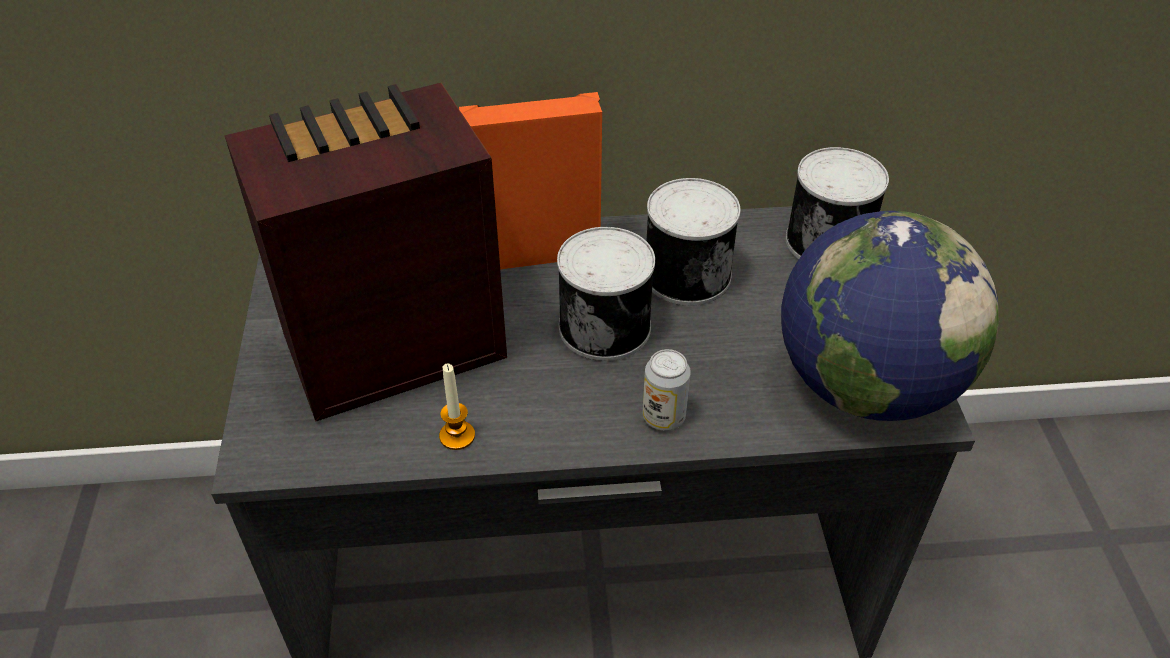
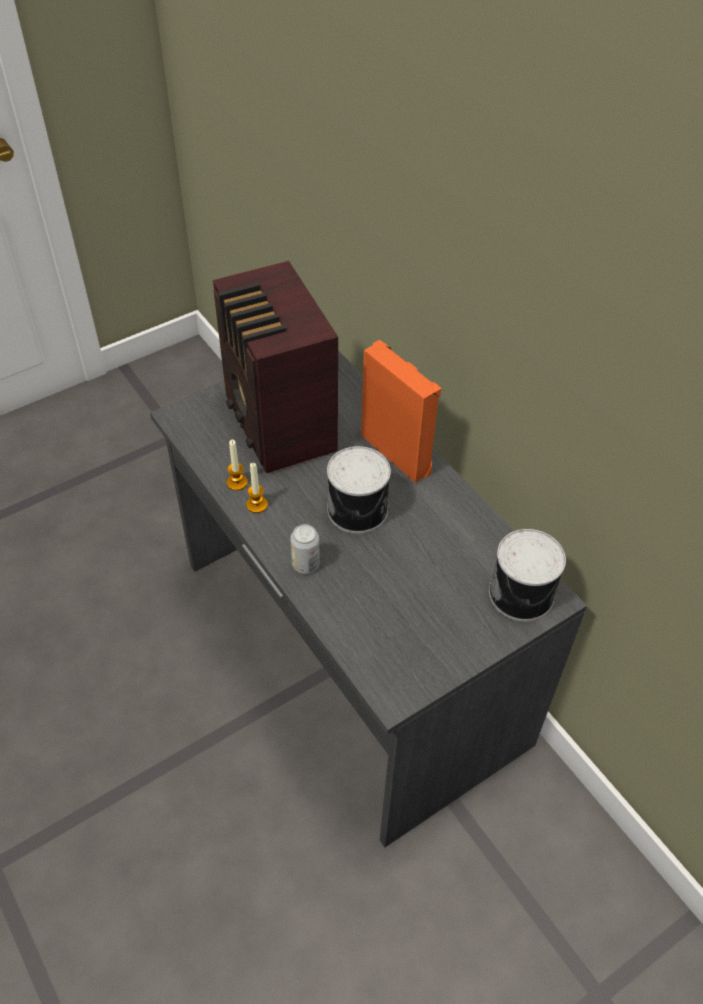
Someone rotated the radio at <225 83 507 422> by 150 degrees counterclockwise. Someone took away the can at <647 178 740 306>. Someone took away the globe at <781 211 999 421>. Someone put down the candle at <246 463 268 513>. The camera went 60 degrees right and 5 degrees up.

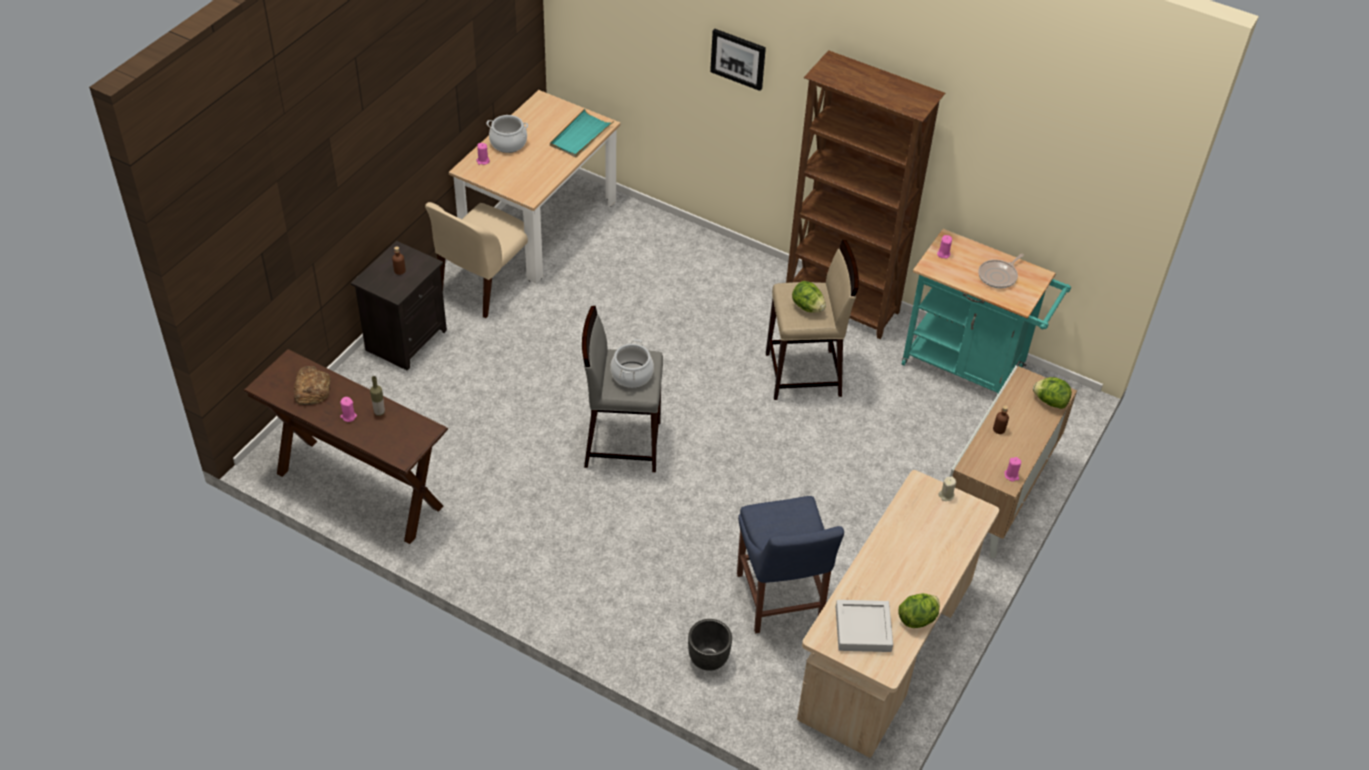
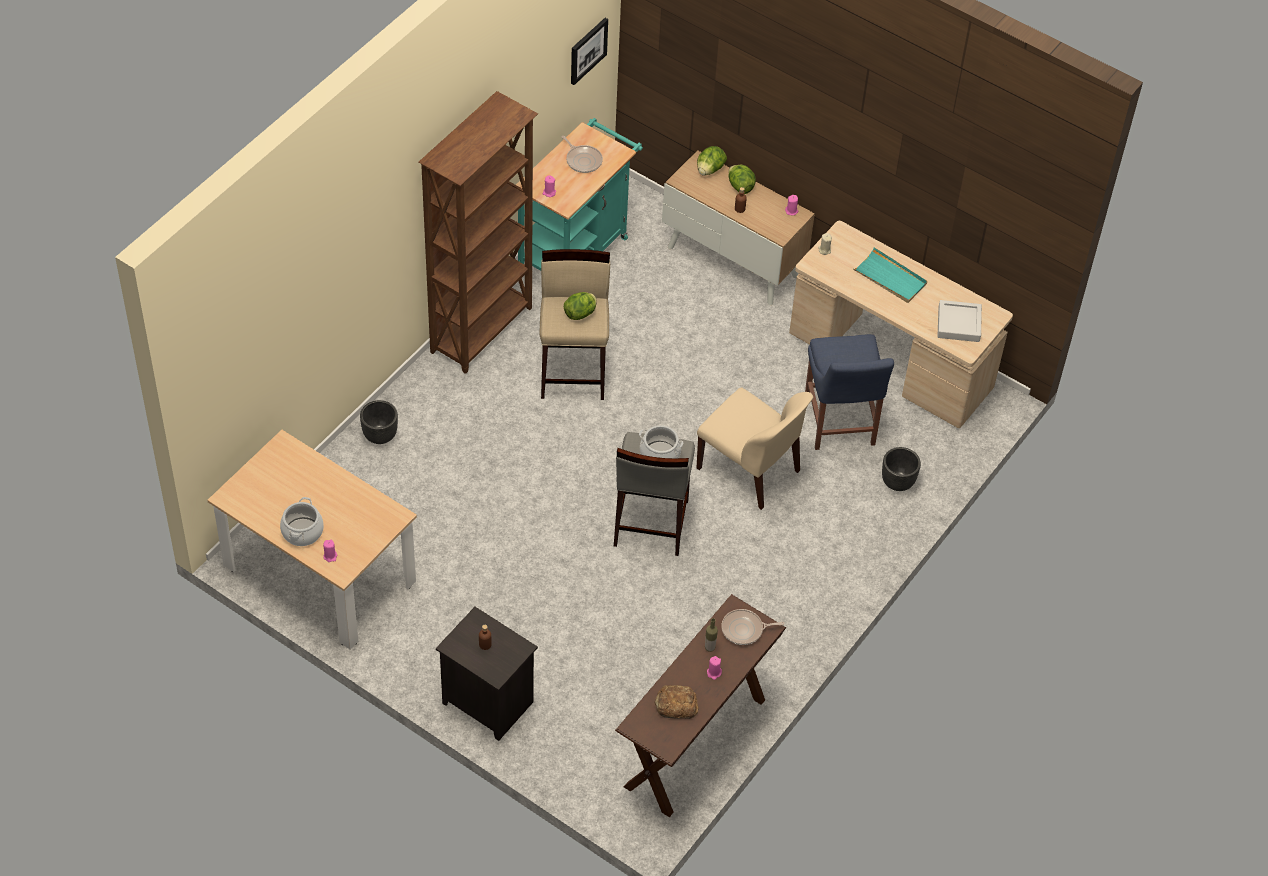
Someone carried the picture from <710 29 766 91> to <571 18 608 85>. Someone carried the tray in turquoise from <550 108 614 157> to <853 247 927 303>. Someone carried the chair in beige from <425 202 528 318> to <697 387 813 510>. Someone rotated the chair in blue at <737 496 844 634> by 90 degrees clockwise. Someone carried the lettuce from <899 593 940 628> to <728 164 756 194>. Someone put down the planter in black at <360 400 398 444>. Someone put down the frying pan at <721 609 784 645>. The camera went 85 degrees left and 5 degrees up.

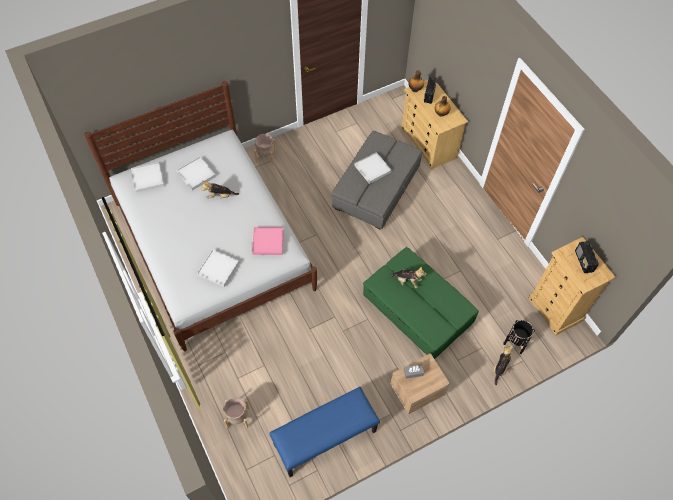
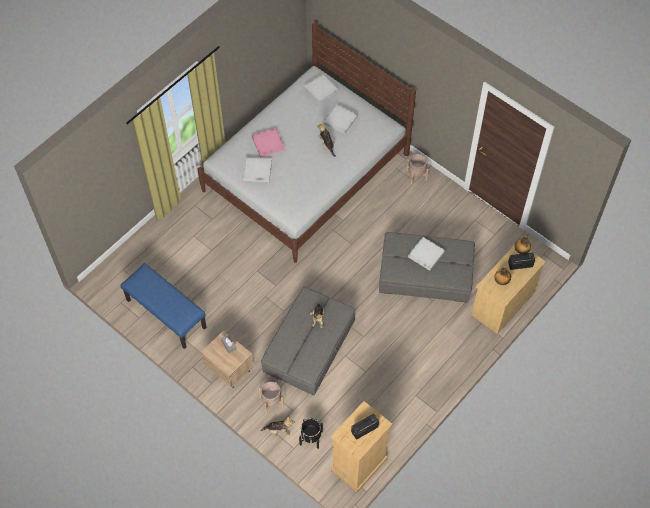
Someone carried the tray in pink from <252 227 284 255> to <252 128 285 157>. Someone repainted the ottoman in green at <363 247 479 359>, which became the ottoman in grey at <261 287 355 395>. Someone carried the planter in beige from <223 397 249 428> to <259 382 284 413>. The camera went 70 degrees right and 0 degrees up.

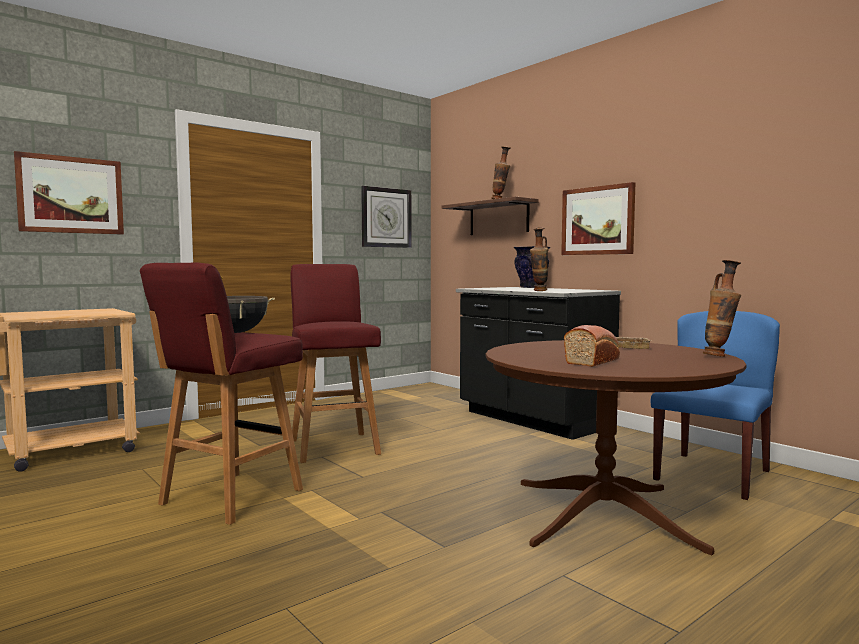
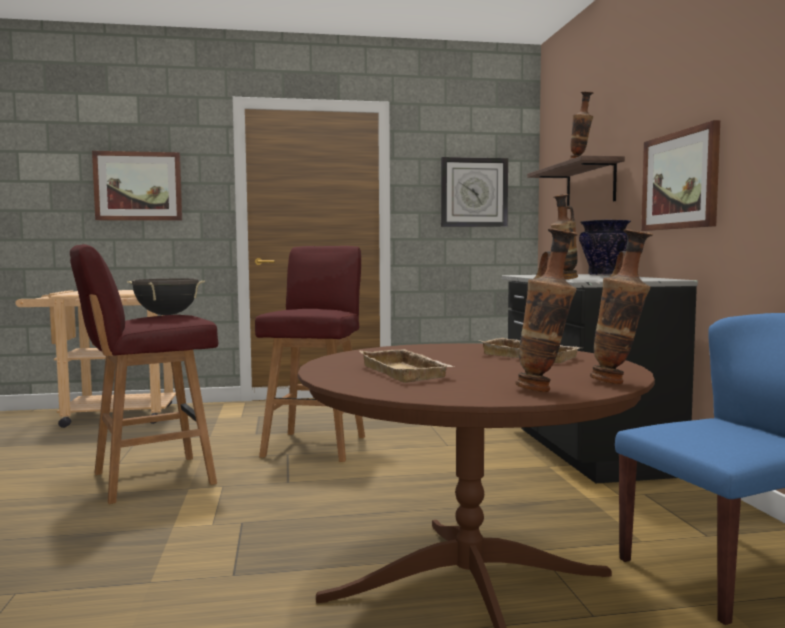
Someone swapped the bread at <564 325 620 367> for the tray in beige at <360 349 454 383>. Someone put down the vase at <515 228 578 392>. The camera went 30 degrees right and 0 degrees up.

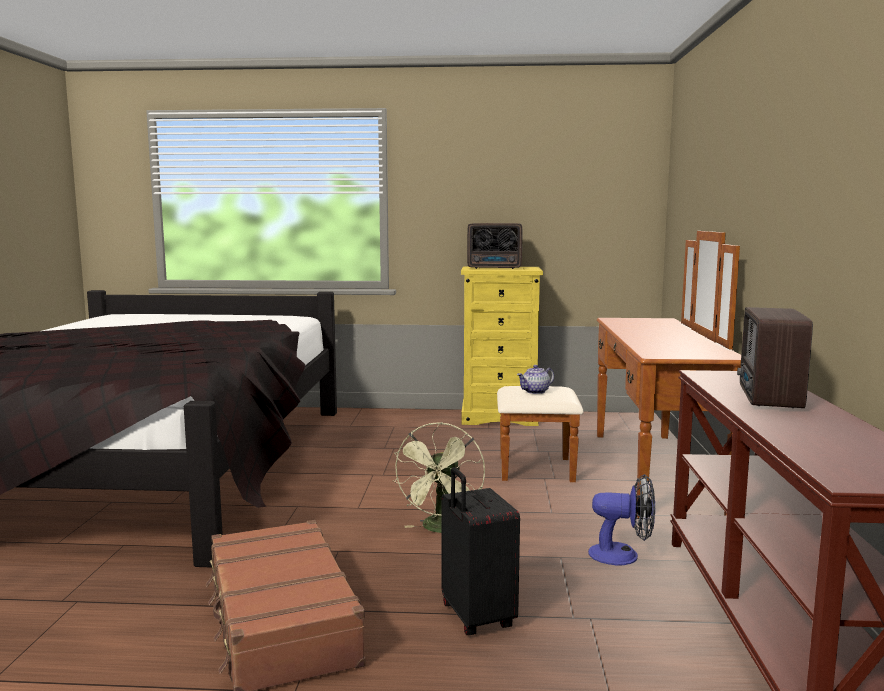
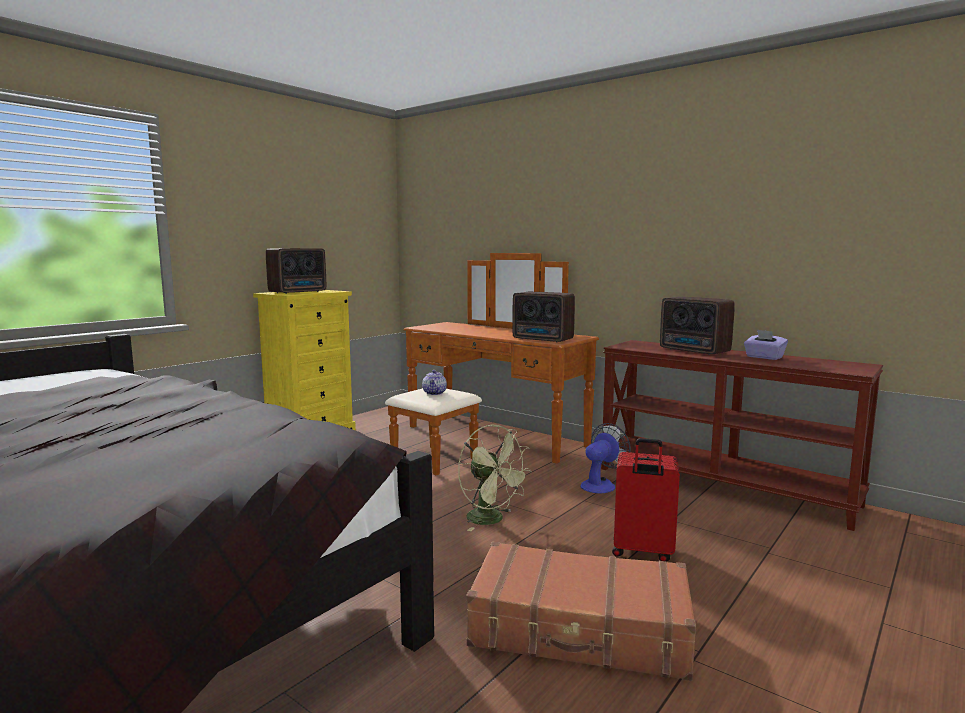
Someone repainted the suitcase in black at <442 467 520 635>, which became the suitcase in red at <612 438 680 562>. Someone put down the radio at <512 292 575 342>. Someone put down the tissue box in purple at <744 329 788 360>. The camera went 55 degrees left and 0 degrees up.

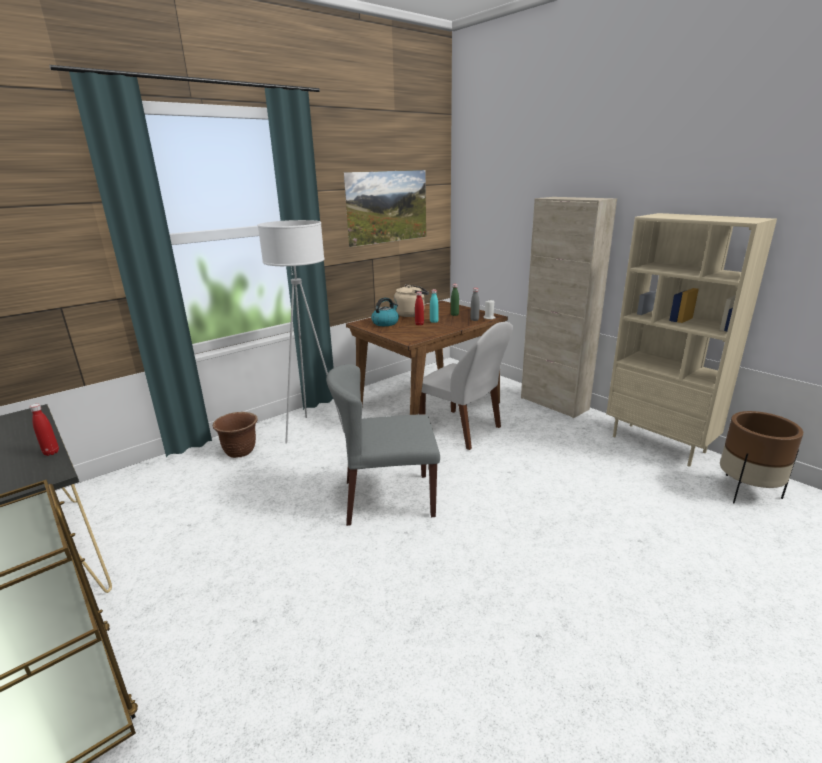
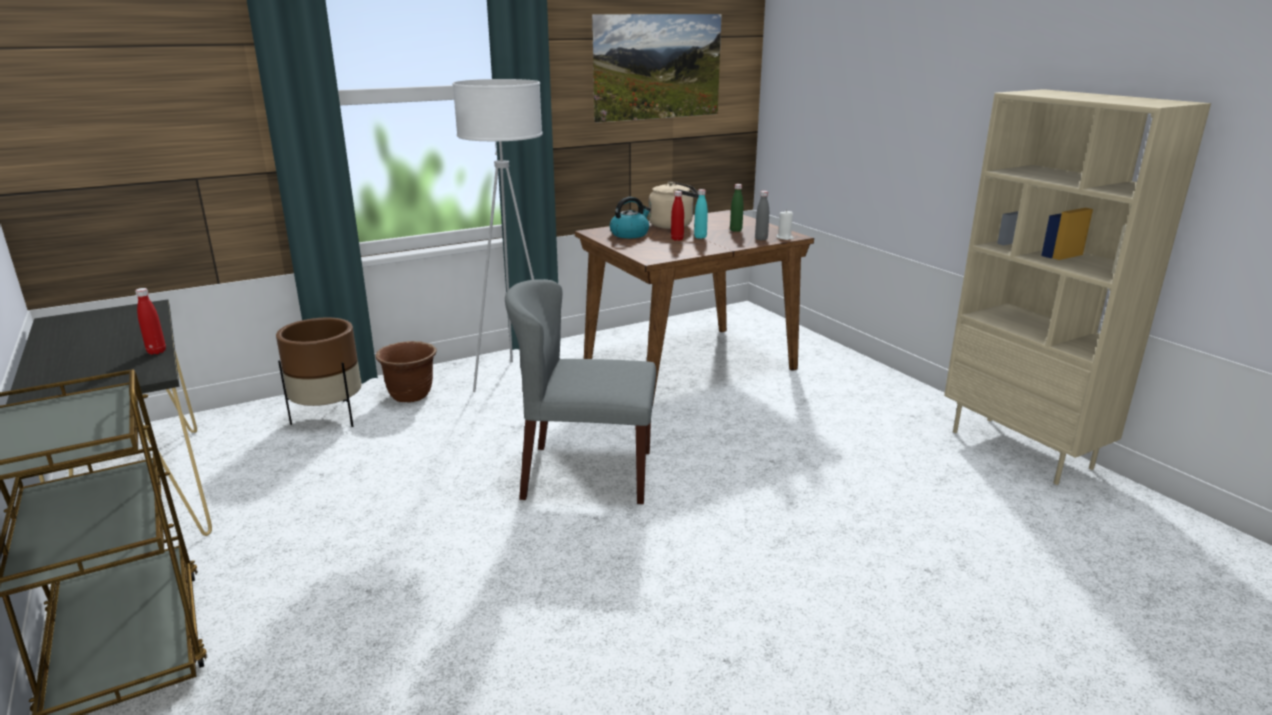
Someone took away the cabinet in beige at <521 197 617 418>. Someone took away the chair in white at <419 322 513 450>. Someone carried the planter in brown from <720 411 803 503> to <276 317 362 427>. The camera went 10 degrees right and 0 degrees up.

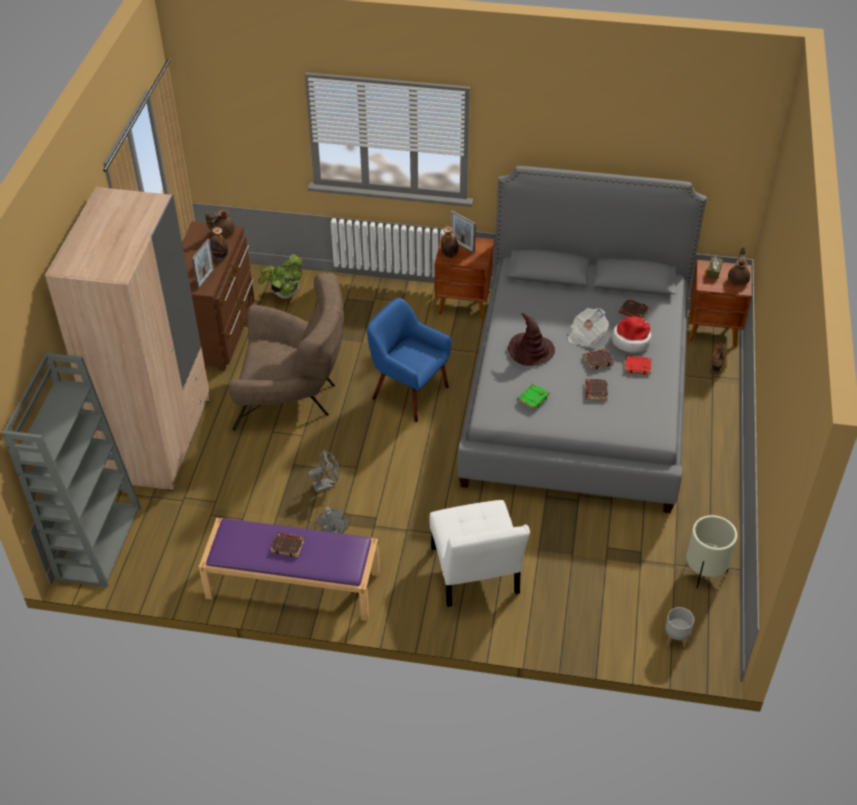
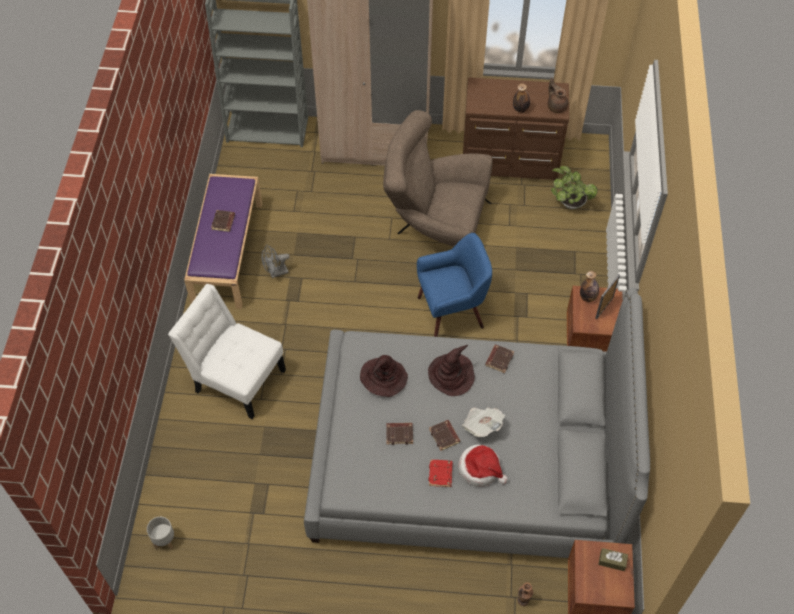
Someone took away the picture frame at <192 239 214 289>. Someone took away the teapot in brown at <728 247 750 286>. Someone rotated the armchair in brown at <229 273 344 431> by 105 degrees clockwise. Someone rotated the armchair in blue at <367 298 452 422> by 45 degrees clockwise. Someone carried the book in brown from <619 299 650 318> to <485 345 514 373>. Someone swapped the book in green at <517 384 550 410> for the hat in brown at <360 355 408 397>. Someone took away the fan in grey at <308 450 340 493>. Someone rotated the chair in white at <430 500 530 607> by 45 degrees clockwise. Someone took away the planter in beige at <686 515 737 588>. The camera went 85 degrees right and 10 degrees up.

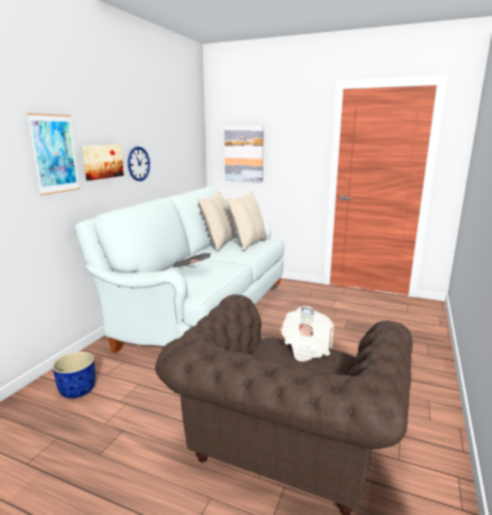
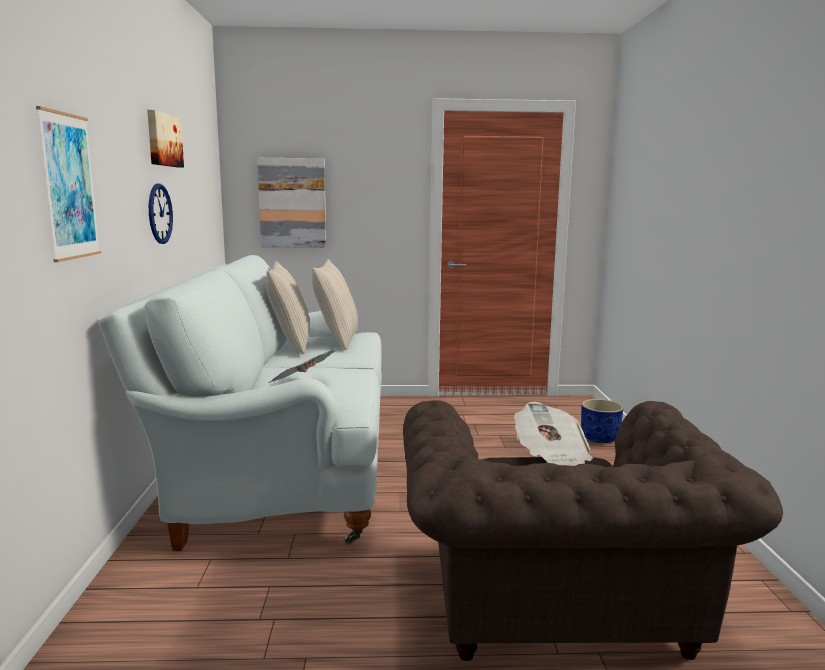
Someone carried the picture from <82 144 124 181> to <147 110 184 168>. Someone carried the planter in blue from <52 352 96 398> to <581 399 623 443>. The camera went 25 degrees left and 5 degrees down.

